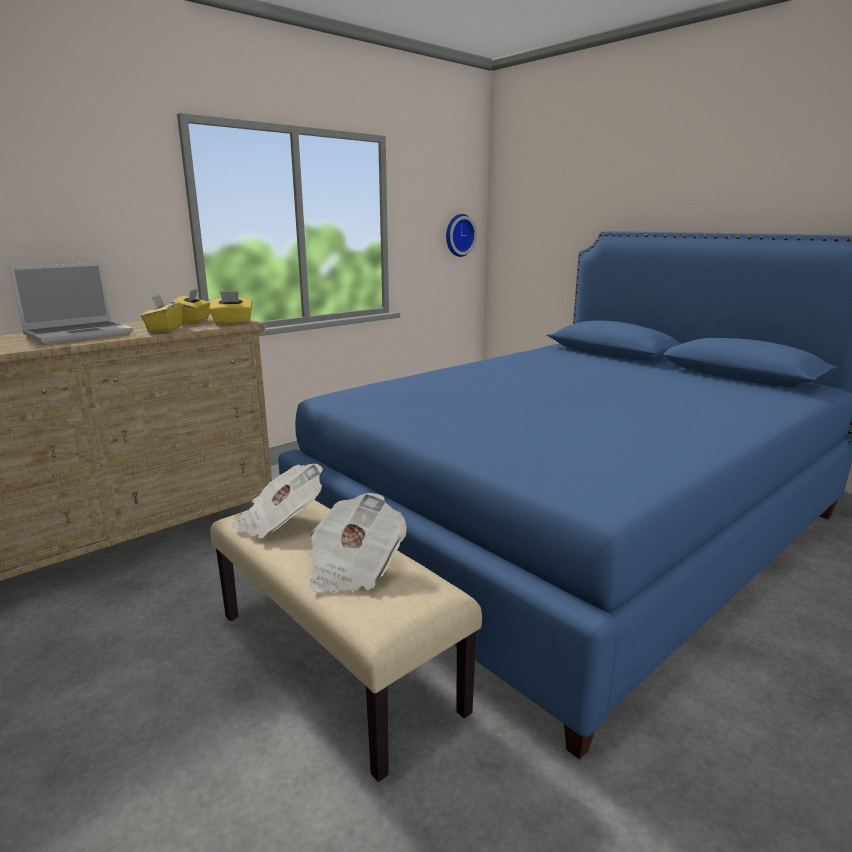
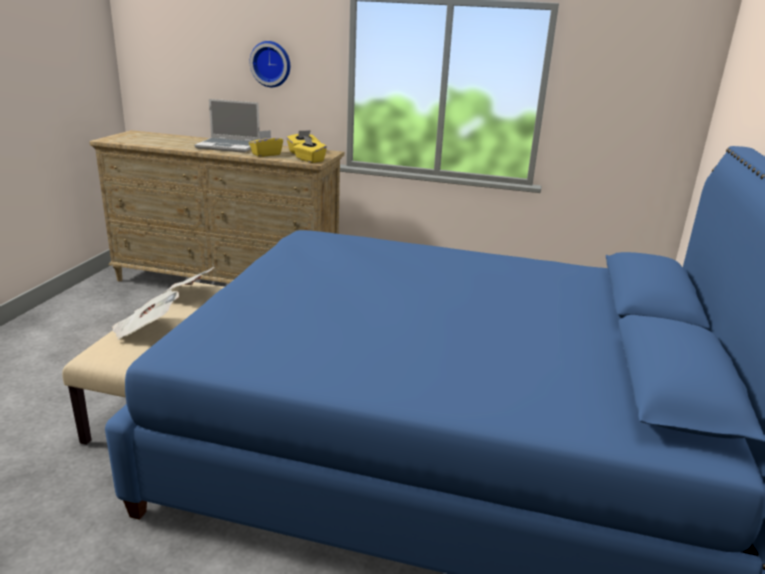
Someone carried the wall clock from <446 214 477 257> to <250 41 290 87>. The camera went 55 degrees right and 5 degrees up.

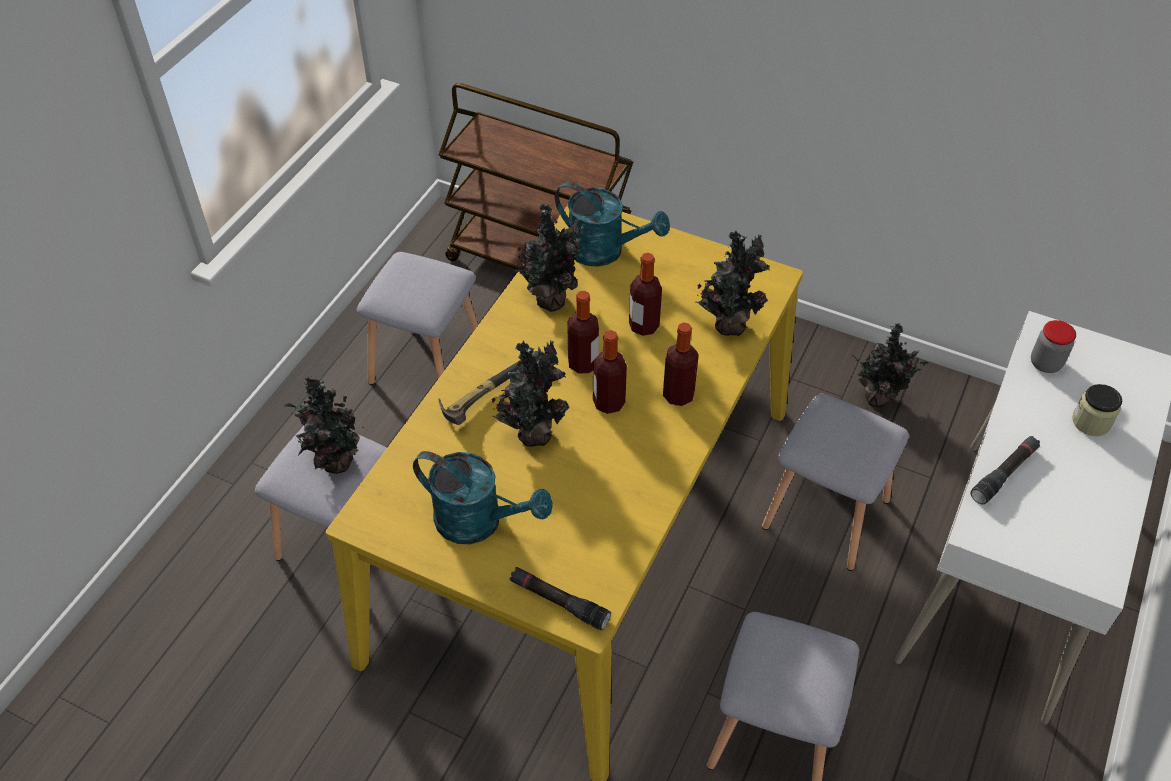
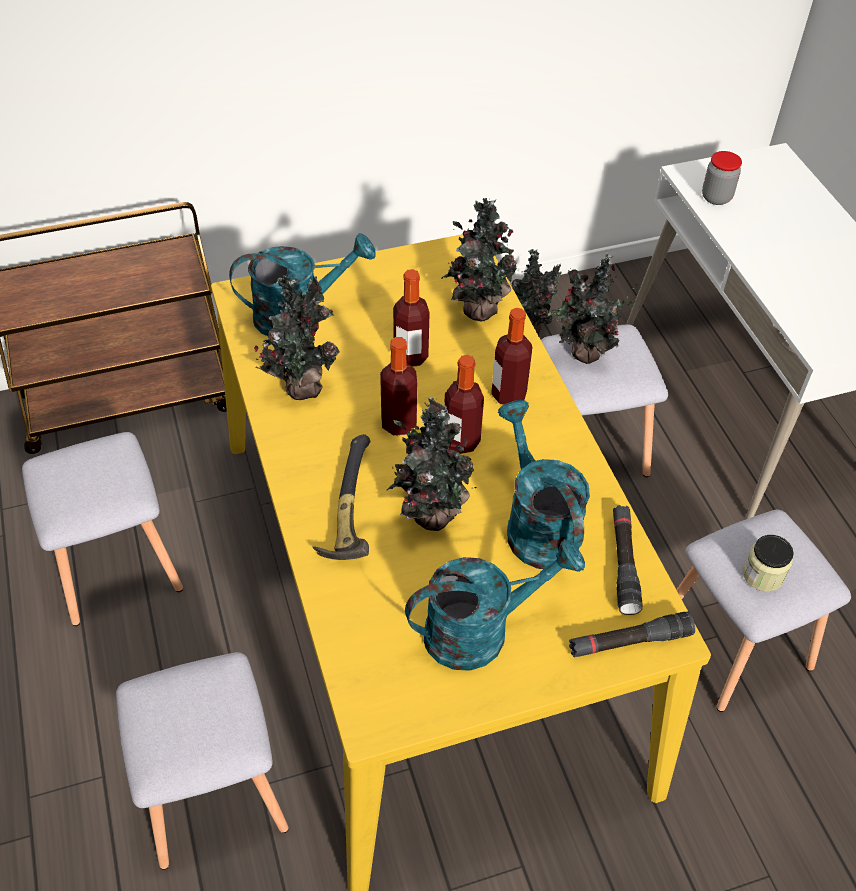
Someone carried the potted plant from <283 377 364 474> to <548 253 637 364>. Someone carried the jar from <1072 384 1122 436> to <742 535 794 592>. Someone carried the flashlight in black from <971 436 1040 504> to <613 505 643 615>. Someone put down the watering can in turquoise at <498 400 590 569>. The camera went 45 degrees left and 0 degrees up.

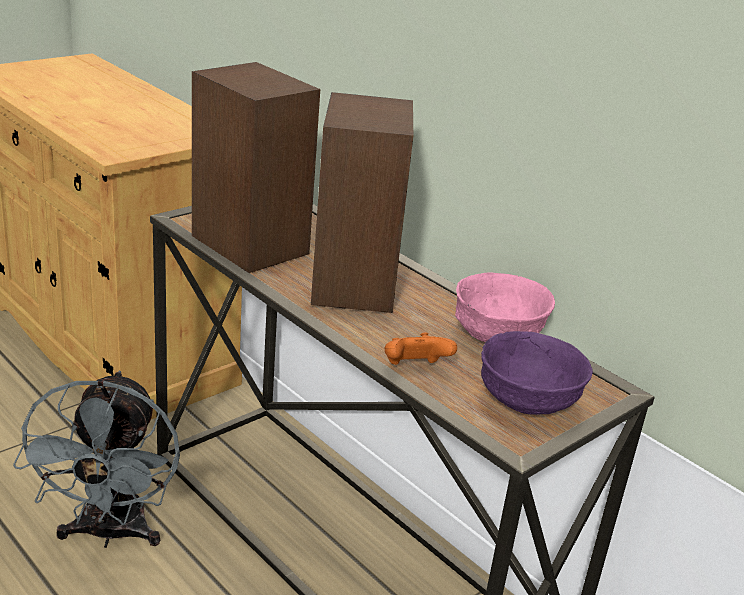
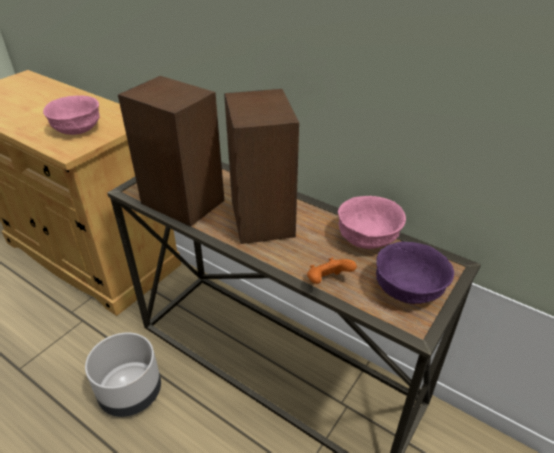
Someone swapped the fan in grey at <13 371 180 548> for the planter in grey at <85 332 161 417>. Someone put down the bowl in pink at <43 95 100 135>. The camera went 10 degrees left and 10 degrees up.

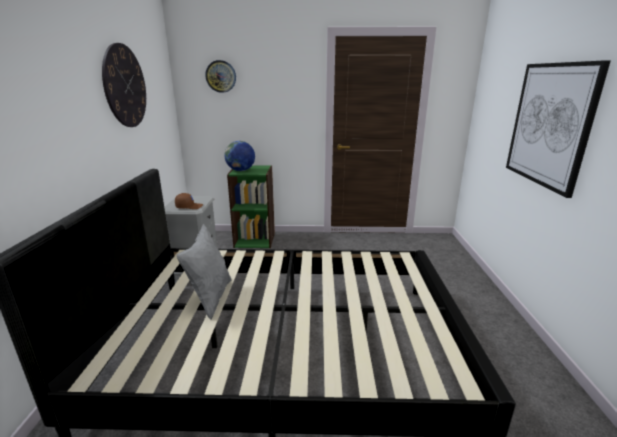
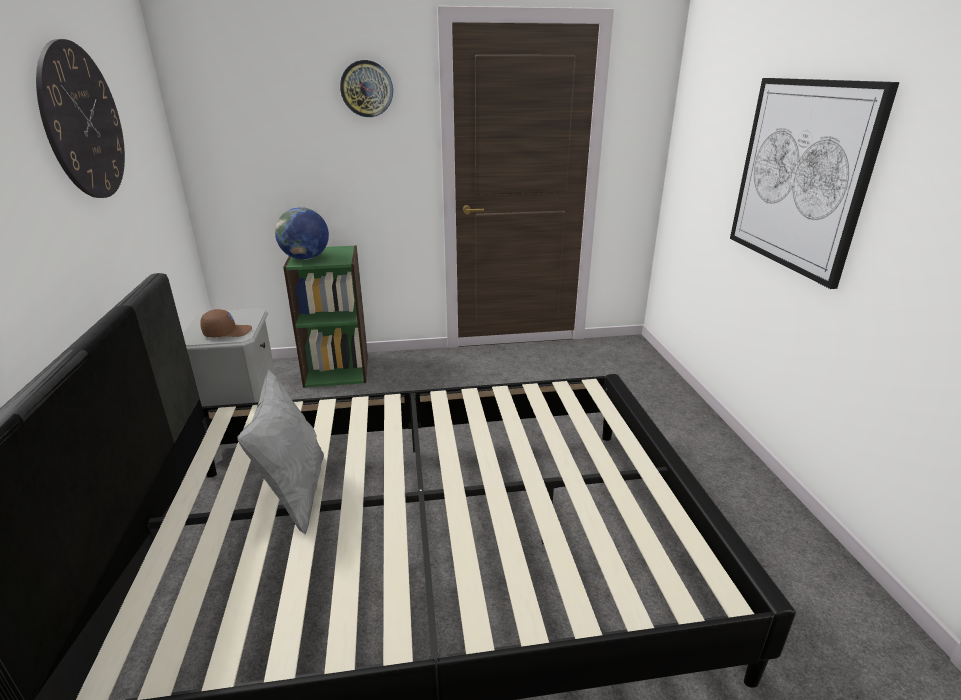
Someone carried the wall clock from <205 60 236 93> to <340 60 393 117>. The camera went 10 degrees left and 5 degrees up.

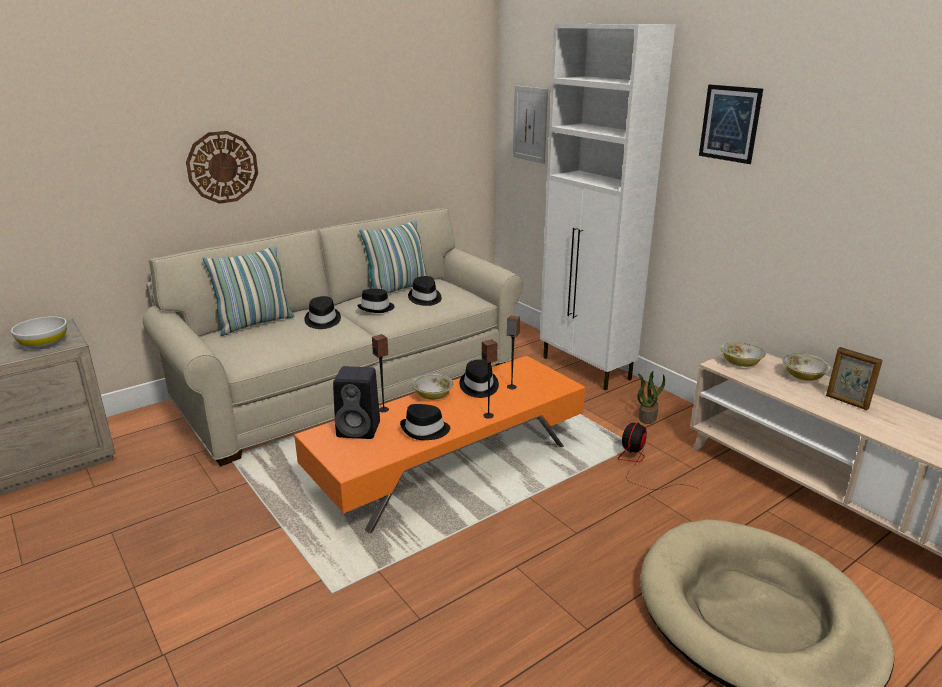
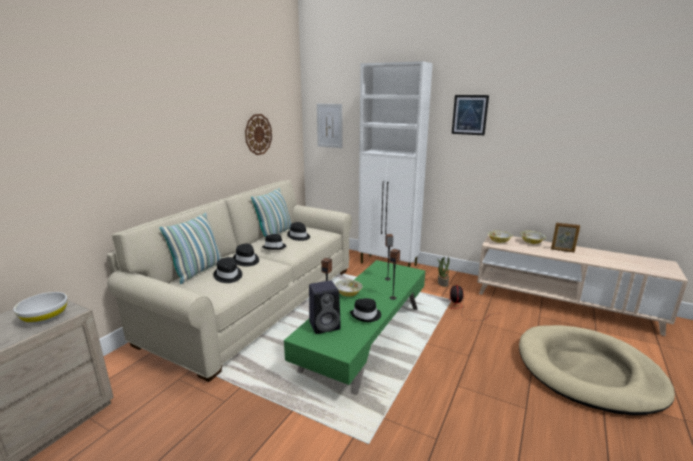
Someone carried the wall clock from <186 131 258 204> to <245 114 272 155>. Someone repainted the coffee table in orange at <294 356 585 534>, which became the coffee table in green at <284 260 425 395>. Someone carried the hat in black from <460 359 499 398> to <213 257 242 283>. The camera went 25 degrees left and 5 degrees down.

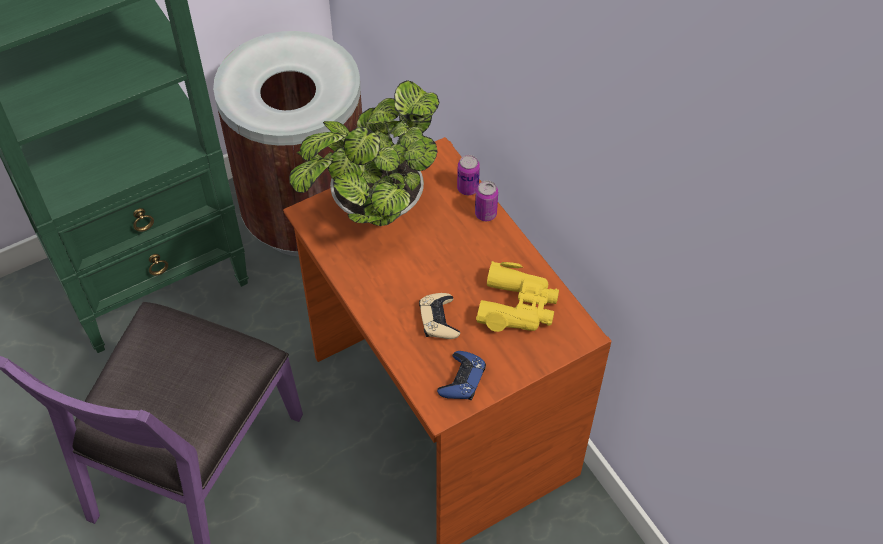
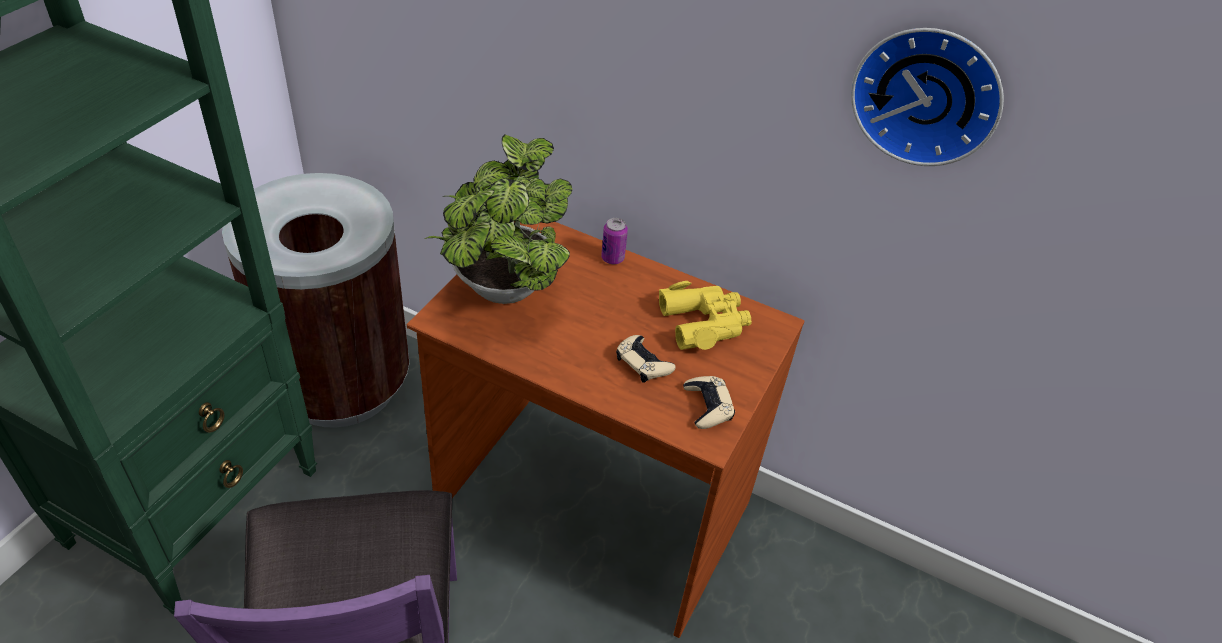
Someone took away the can at <457 155 480 195>. Someone repainted the game controller in blue at <437 351 486 400>, which became the game controller in beige at <683 376 735 429>. Someone put up the wall clock at <851 28 1004 166>. The camera went 35 degrees left and 10 degrees down.

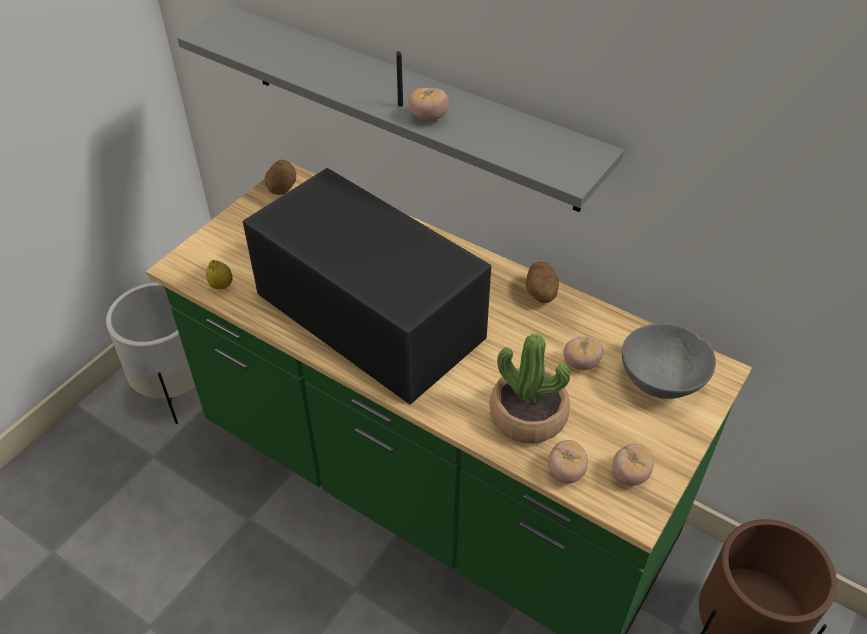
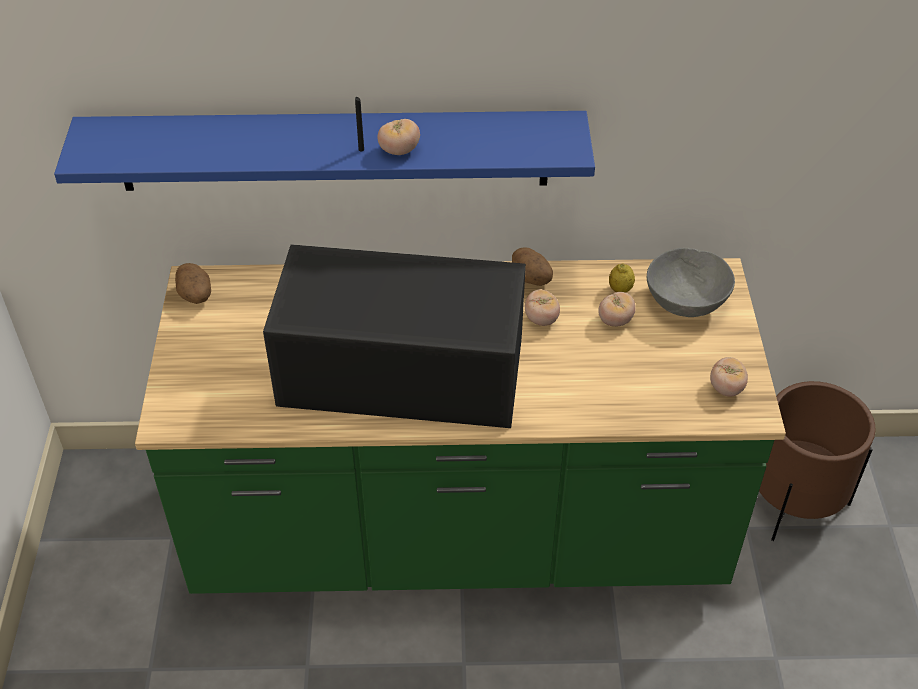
Someone repainted the shelf in grey at <177 6 624 212>, which became the shelf in blue at <54 111 595 191>. Someone carried the lemon from <206 260 233 289> to <609 264 635 293>. Someone took away the planter in white at <106 282 196 424>. Someone took away the potted plant at <489 333 571 443>. Someone carried the tomato from <548 440 588 483> to <525 289 560 326>. The camera went 35 degrees left and 0 degrees up.

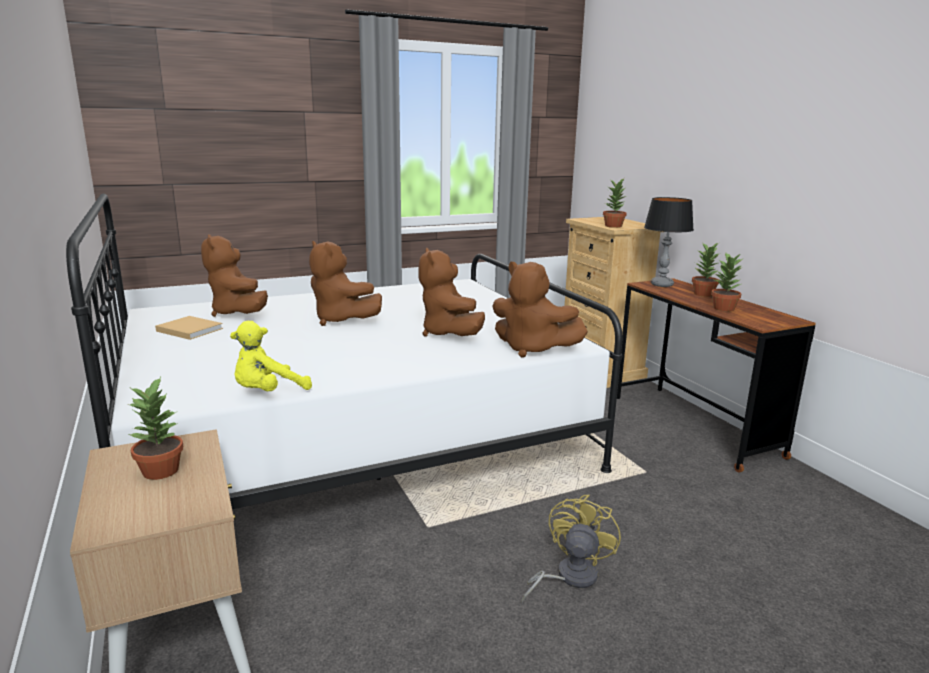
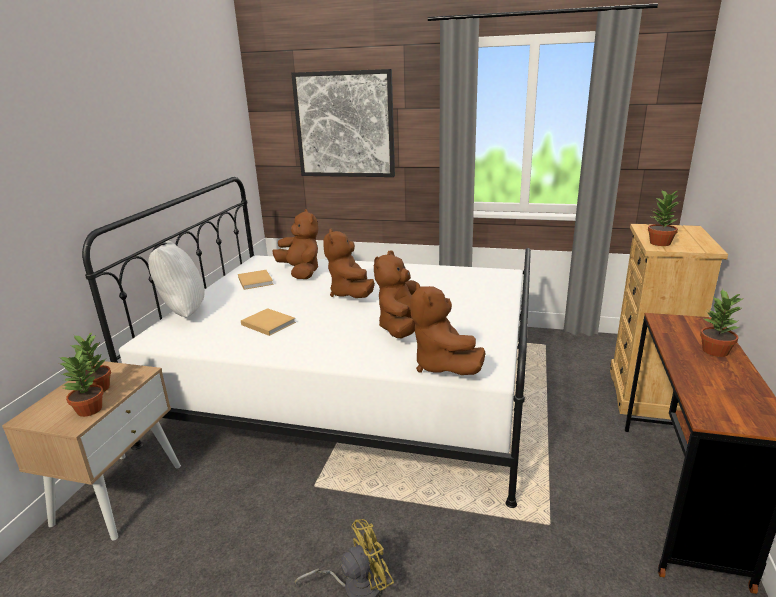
Someone took away the table lamp at <644 197 694 287>. Someone rotated the plush toy in brown at <201 234 268 317> by 135 degrees clockwise. Someone carried the potted plant from <711 253 743 311> to <59 349 104 417>. Someone took away the plush toy in yellow at <230 321 312 391>. Someone put up the picture at <291 69 395 177>. Someone put down the pillow in white at <148 241 205 317>. Someone put down the book in beige at <241 308 296 336>. The camera went 40 degrees right and 5 degrees up.

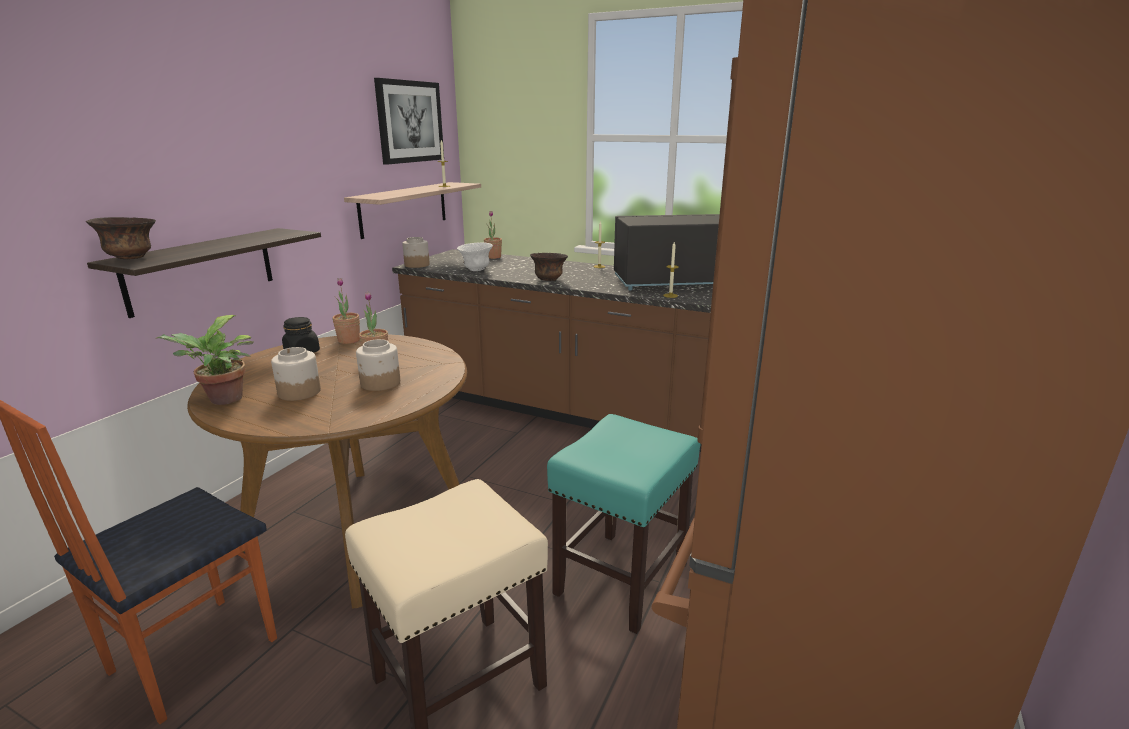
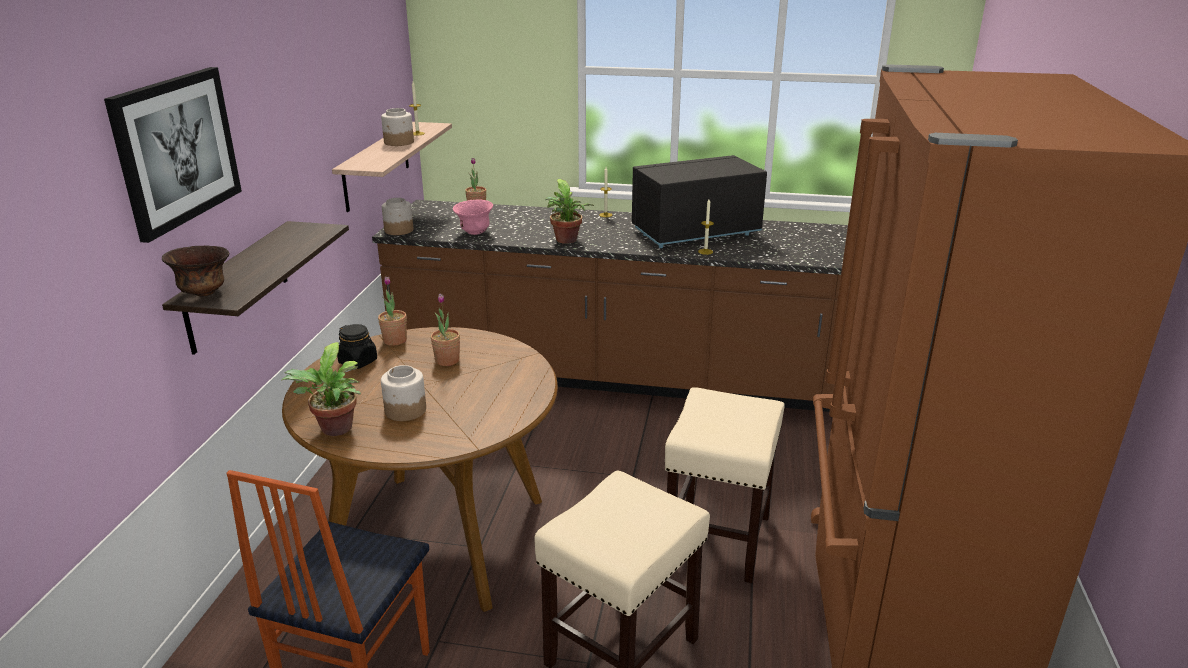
Someone carried the picture from <374 78 444 165> to <104 67 242 243>. Someone repainted the bowl in white at <457 242 493 271>, which became the bowl in pink at <453 200 493 235>. Someone swapped the bowl in brown at <530 253 568 281> for the potted plant at <545 179 594 244>. Someone carried the jar from <356 339 400 391> to <381 108 414 146>. Someone repainted the stool in turquoise at <547 414 700 634>, which became the stool in beige at <665 387 785 583>. The camera went 15 degrees left and 5 degrees up.

